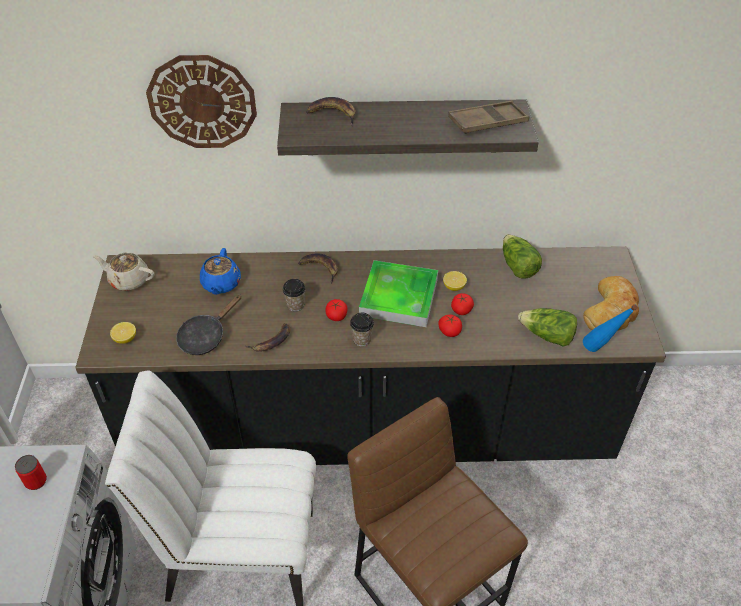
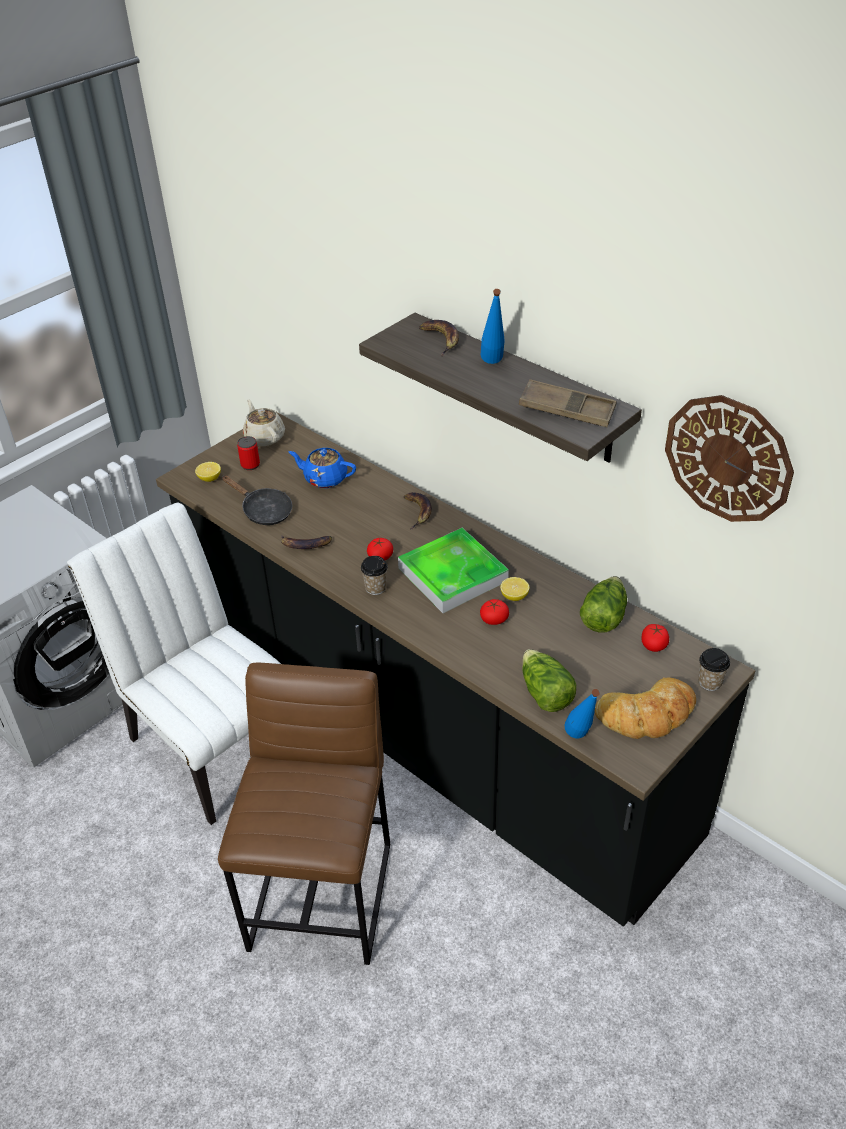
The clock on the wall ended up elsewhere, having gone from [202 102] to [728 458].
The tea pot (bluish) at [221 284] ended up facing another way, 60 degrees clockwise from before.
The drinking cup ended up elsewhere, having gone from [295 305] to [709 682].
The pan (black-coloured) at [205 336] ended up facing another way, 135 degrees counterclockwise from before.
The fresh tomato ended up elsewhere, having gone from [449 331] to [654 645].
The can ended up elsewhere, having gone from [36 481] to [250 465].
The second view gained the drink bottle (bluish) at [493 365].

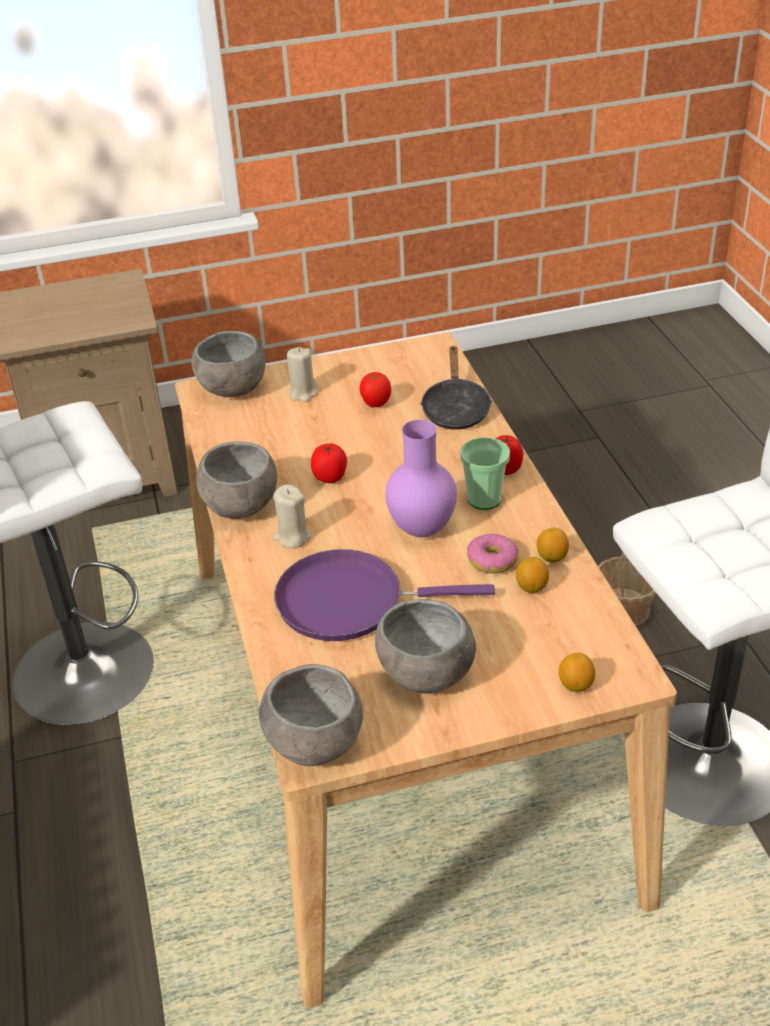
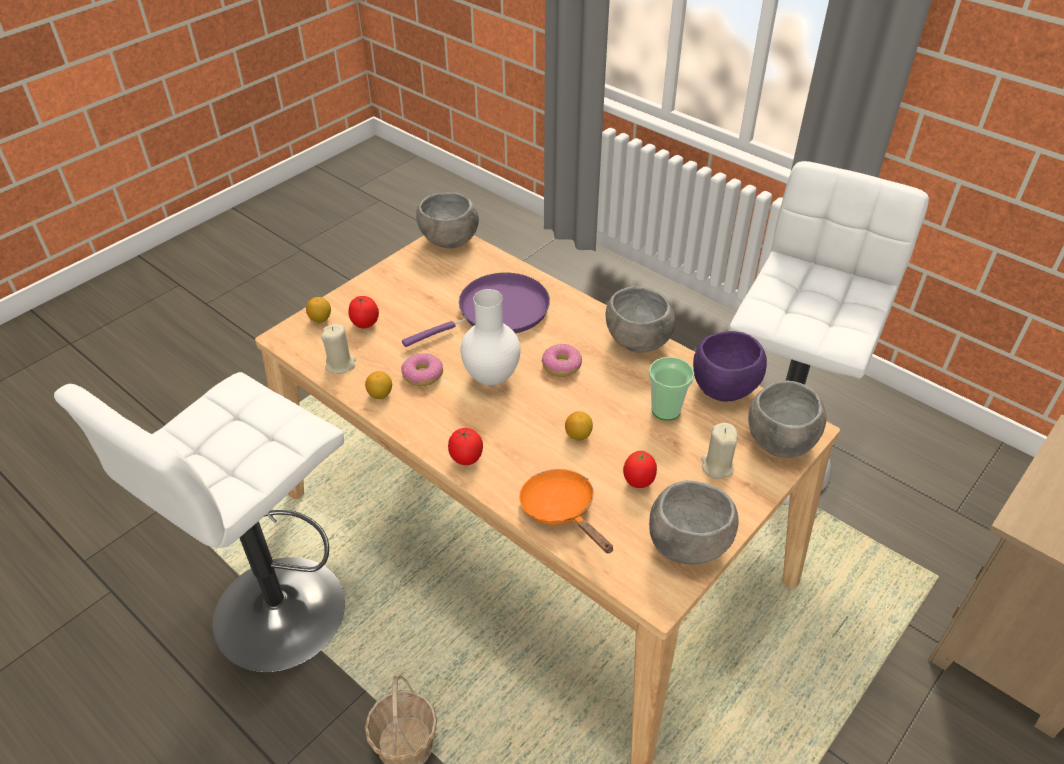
What was the pan (black-coloured) at [455 409] turned into the pan (orange-coloured) at [561 510].
What was the vase (purplish) at [422 528] turned into the vase (whitish) at [492 379].
The drinking cup ended up elsewhere, having gone from [484 499] to [666 410].
The fresh tomato ended up elsewhere, having gone from [330 477] to [365 324].
The candle (sand-coloured) ended up elsewhere, having gone from [292 537] to [340 364].
The whole lemon ended up elsewhere, having gone from [531 587] to [578 435].
The serving bowl (greyish) ended up elsewhere, having gone from [427 676] to [686 545].
The second view gained the serving bowl (purplish) at [723 389].
The second view gained the donut at [562 366].

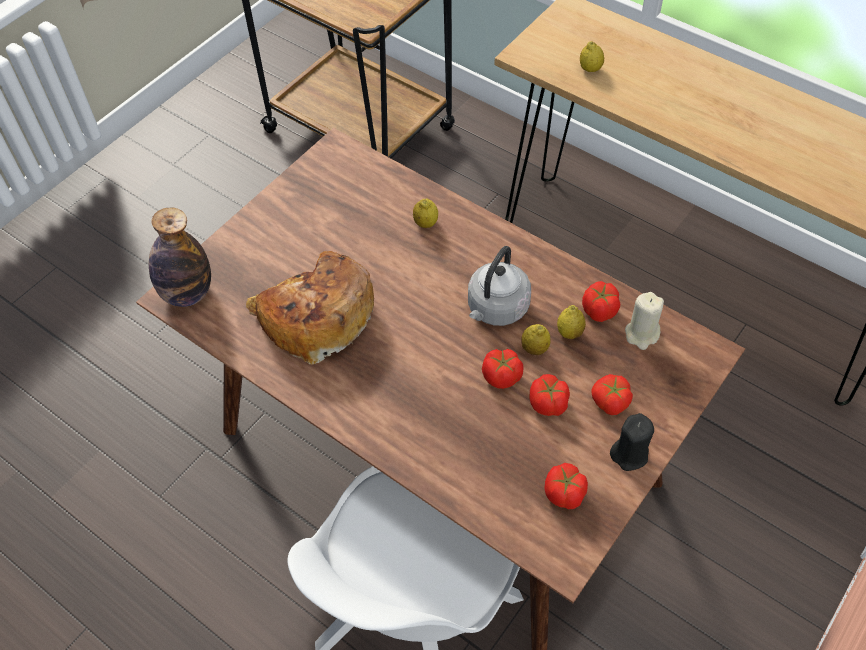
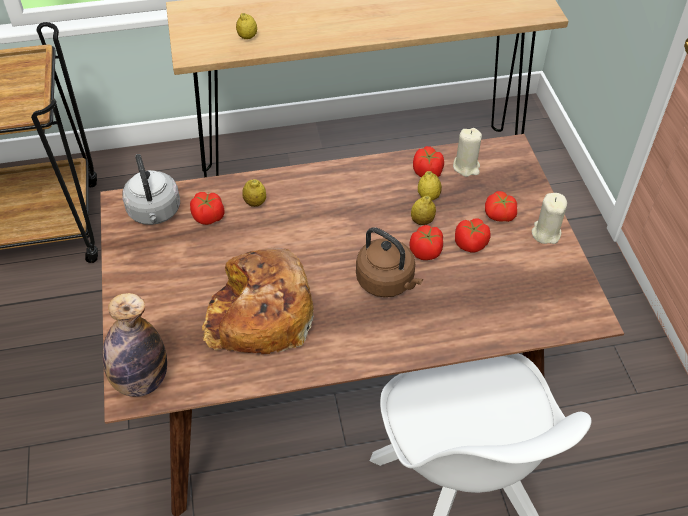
The kettle (greyish) ended up elsewhere, having gone from [496 309] to [155 213].
What was the candle (black-coloured) at [629 454] turned into the candle (sand-coloured) at [545 233].
The fresh tomato ended up elsewhere, having gone from [564 494] to [209 217].
The second view gained the kettle (brown) at [387 282].

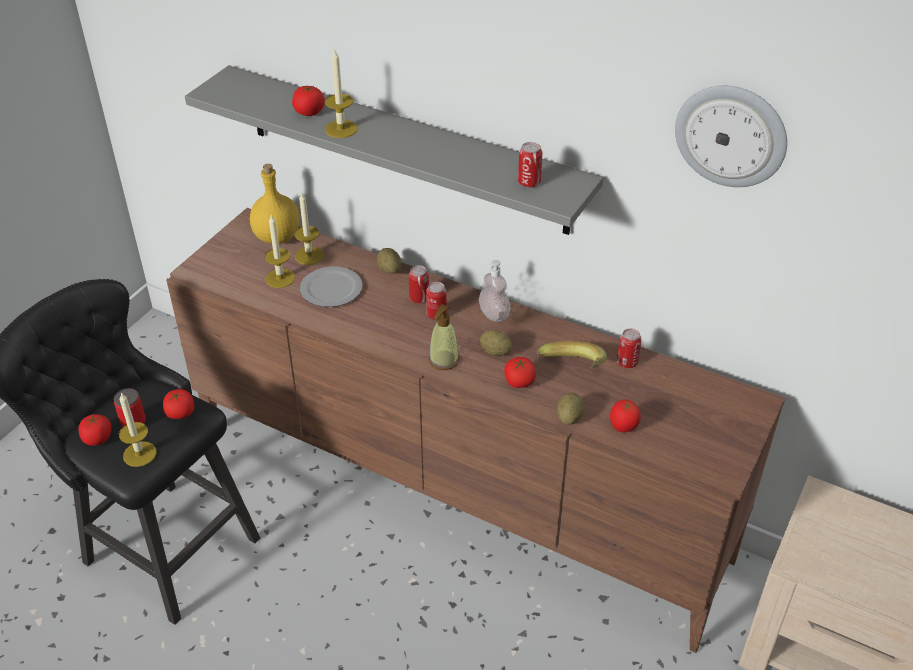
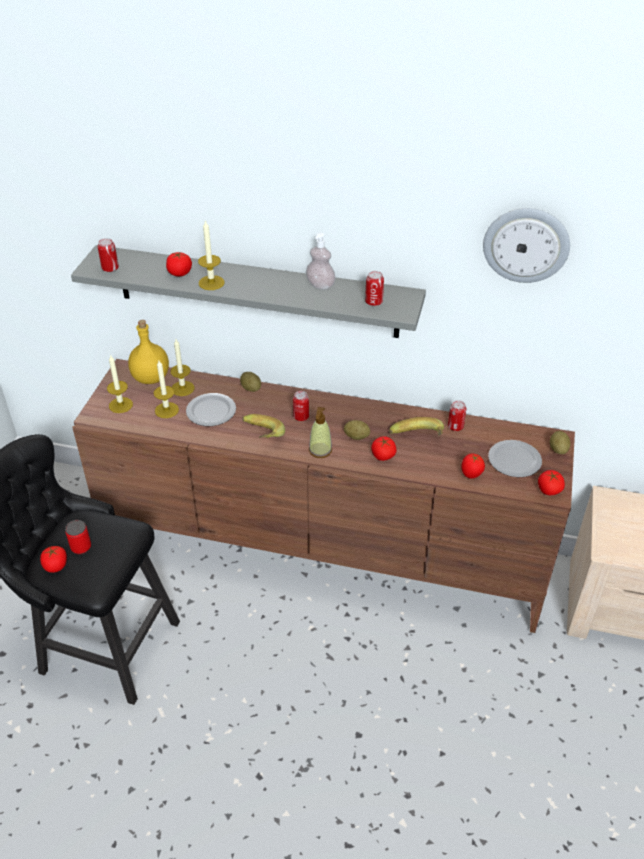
The liquid soap bottle ended up elsewhere, having gone from [494 315] to [320 285].
The can ended up elsewhere, having gone from [419 298] to [110 268].
The fresh tomato ended up elsewhere, having gone from [180 413] to [549 490].
The candle ended up elsewhere, having gone from [139 454] to [120 405].
The potato ended up elsewhere, having gone from [569 417] to [558 449].
The second view gained the banana at [260 438].
The second view gained the dinner plate at [513 460].

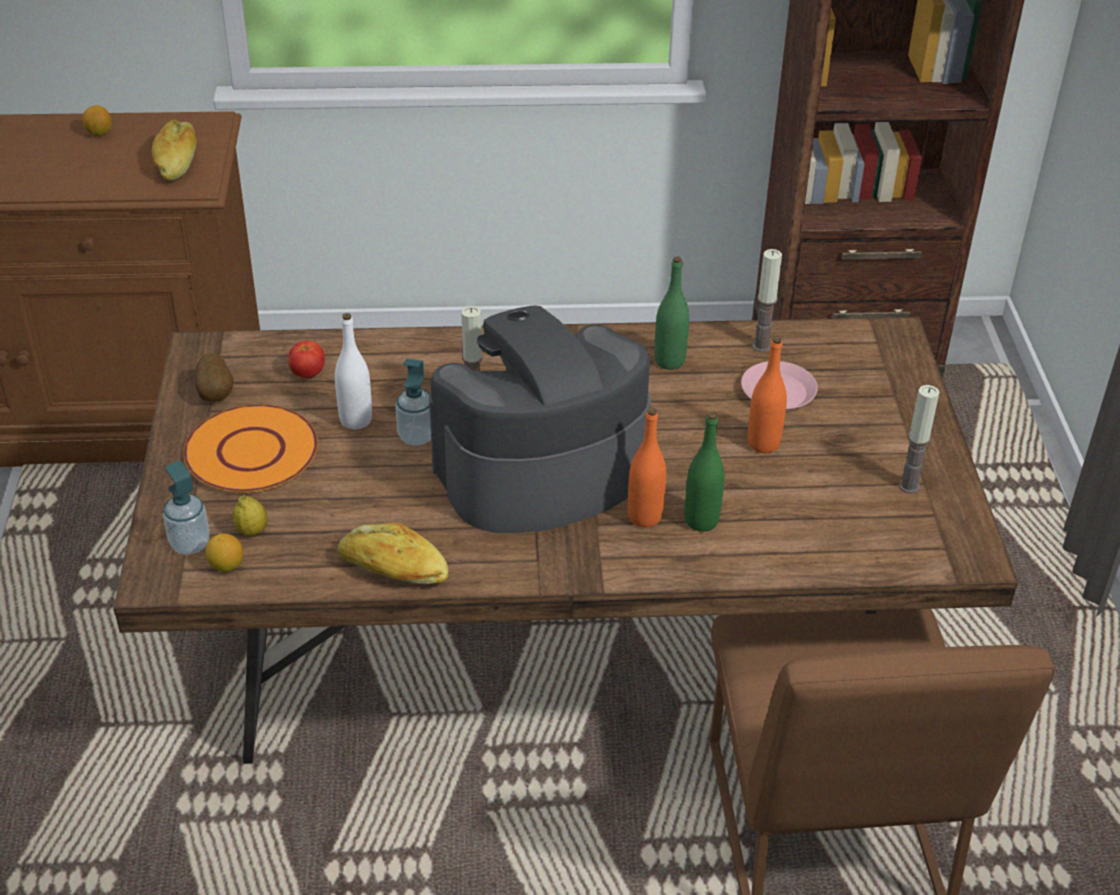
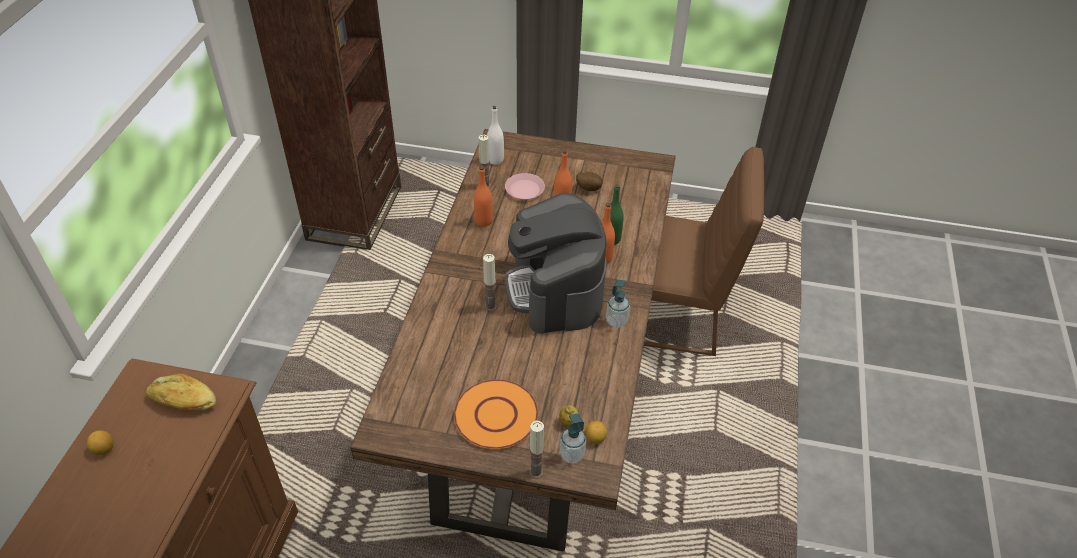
What was the drink bottle (green-coloured) at [669 361] turned into the drink bottle (orange-coloured) at [483 221].
The drink bottle (whitish) ended up elsewhere, having gone from [356 420] to [495 160].
The second view lost the fresh tomato at [308 373].
The potato ended up elsewhere, having gone from [216 394] to [588 188].
The liquid soap bottle ended up elsewhere, having gone from [416 436] to [616 321].
The candle ended up elsewhere, having gone from [909 486] to [536 472].
The second view lost the bakery bread at [393 569].

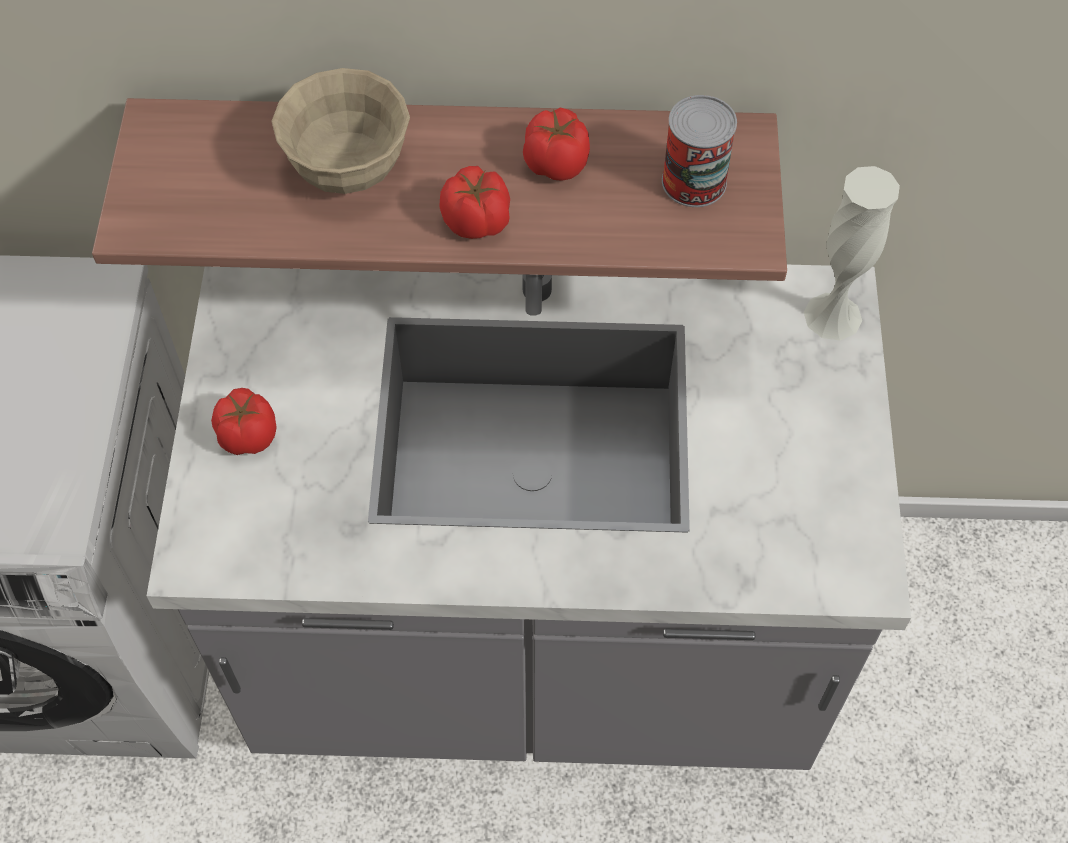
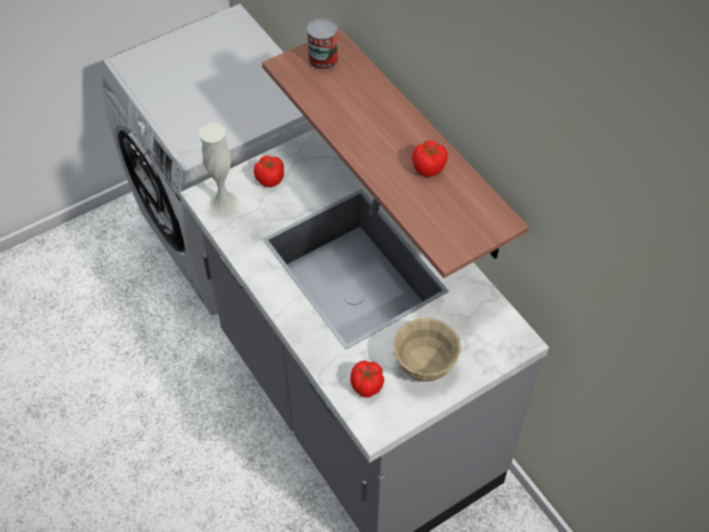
The serving bowl (sand-coloured) ended up elsewhere, having gone from [349 169] to [425 365].
The can ended up elsewhere, having gone from [694 182] to [323 59].
The fresh tomato ended up elsewhere, having gone from [478 222] to [366 386].
The vase (whitish) ended up elsewhere, having gone from [832 316] to [223 202].

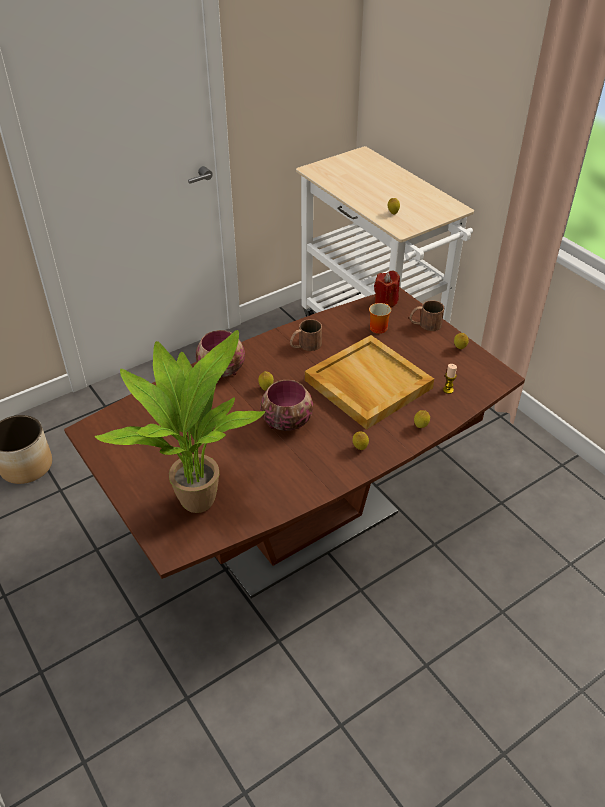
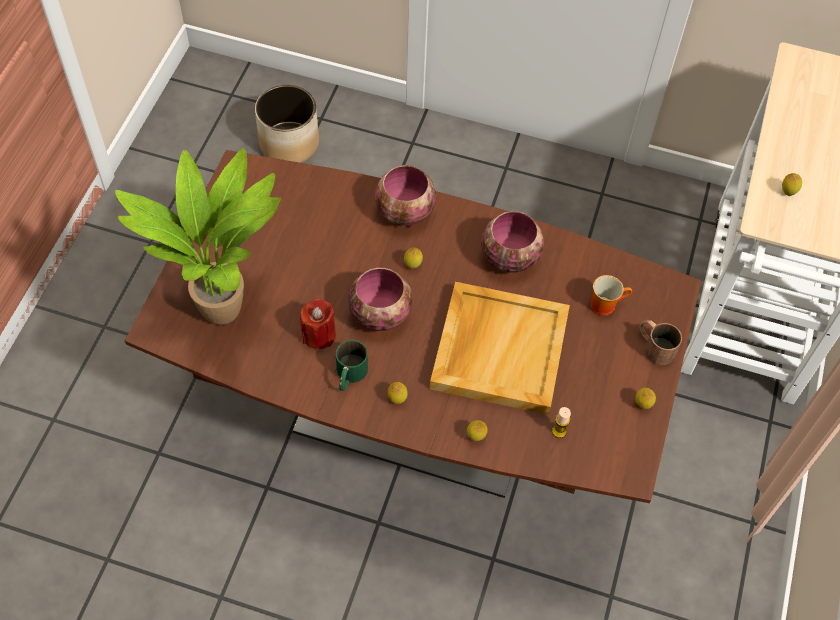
The candle (red) ended up elsewhere, having gone from [386 301] to [319 334].
Where the tea mug (brown) stood at [305 345], the serving bowl came to stand at [509 256].
The second view gained the tea mug (green-coloured) at [349 375].

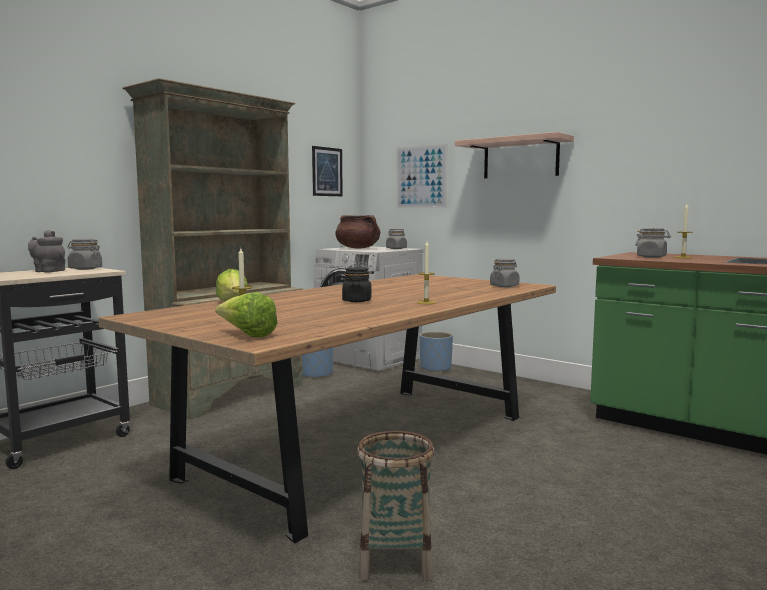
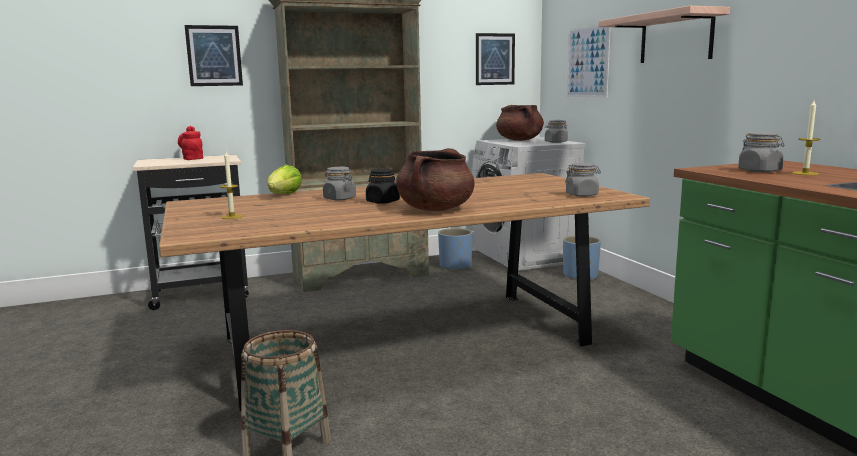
What was the tea pot (greyish) at [48 271] turned into the tea pot (red) at [192 159].
The jar (greyish) ended up elsewhere, having gone from [85 269] to [339 199].
Where the candle stood at [426 302], the cooking pot (brown) came to stand at [436 209].
The second view lost the lettuce head at [247 335].
The second view gained the wall picture at [214 56].

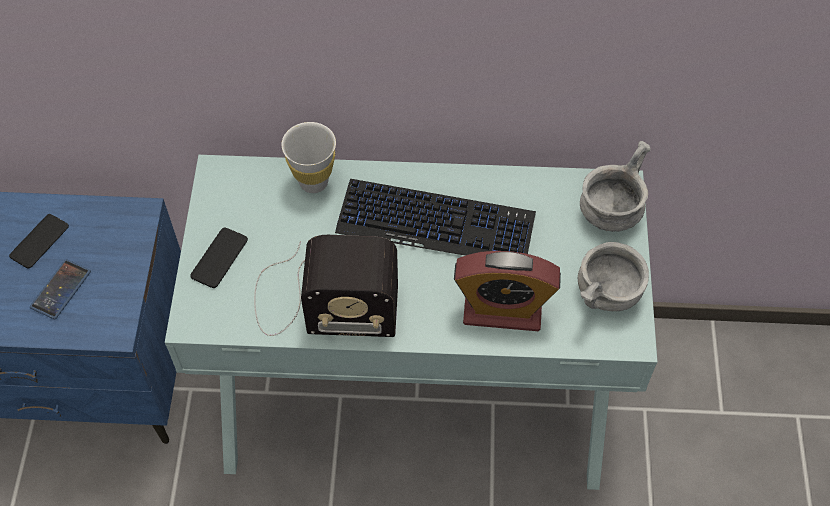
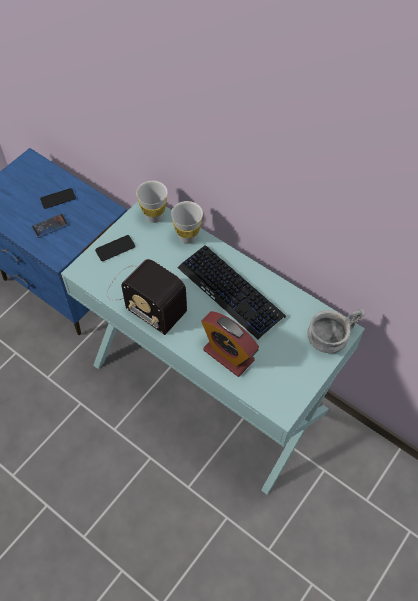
The second view lost the serving bowl (greyish) at [607 294].
The second view gained the drinking cup (whitish) at [154 216].

